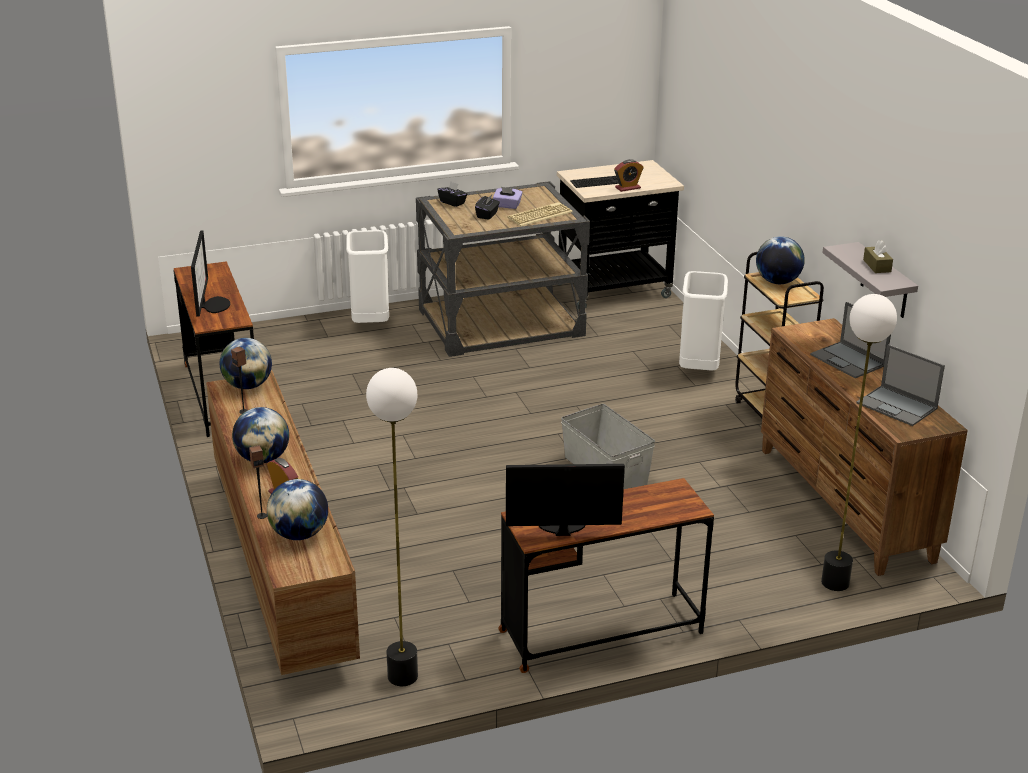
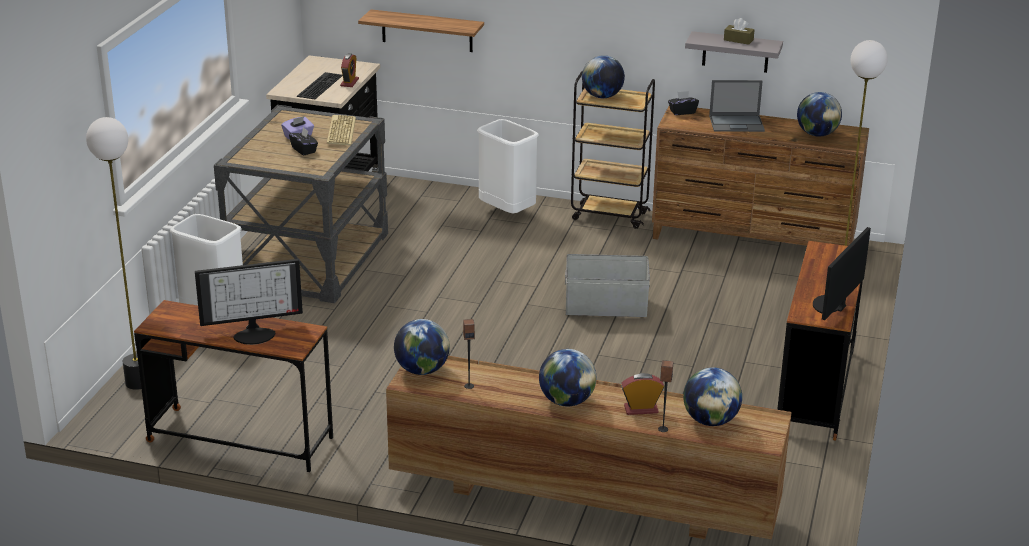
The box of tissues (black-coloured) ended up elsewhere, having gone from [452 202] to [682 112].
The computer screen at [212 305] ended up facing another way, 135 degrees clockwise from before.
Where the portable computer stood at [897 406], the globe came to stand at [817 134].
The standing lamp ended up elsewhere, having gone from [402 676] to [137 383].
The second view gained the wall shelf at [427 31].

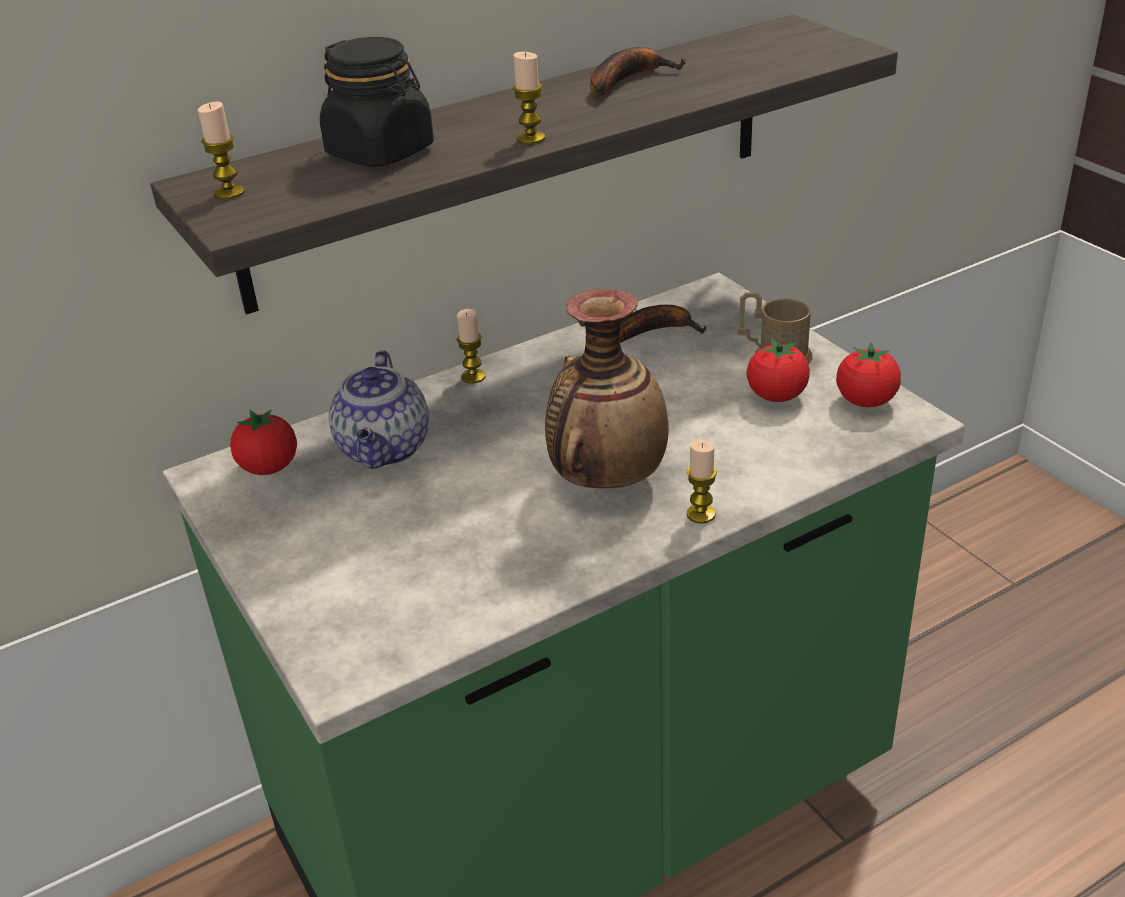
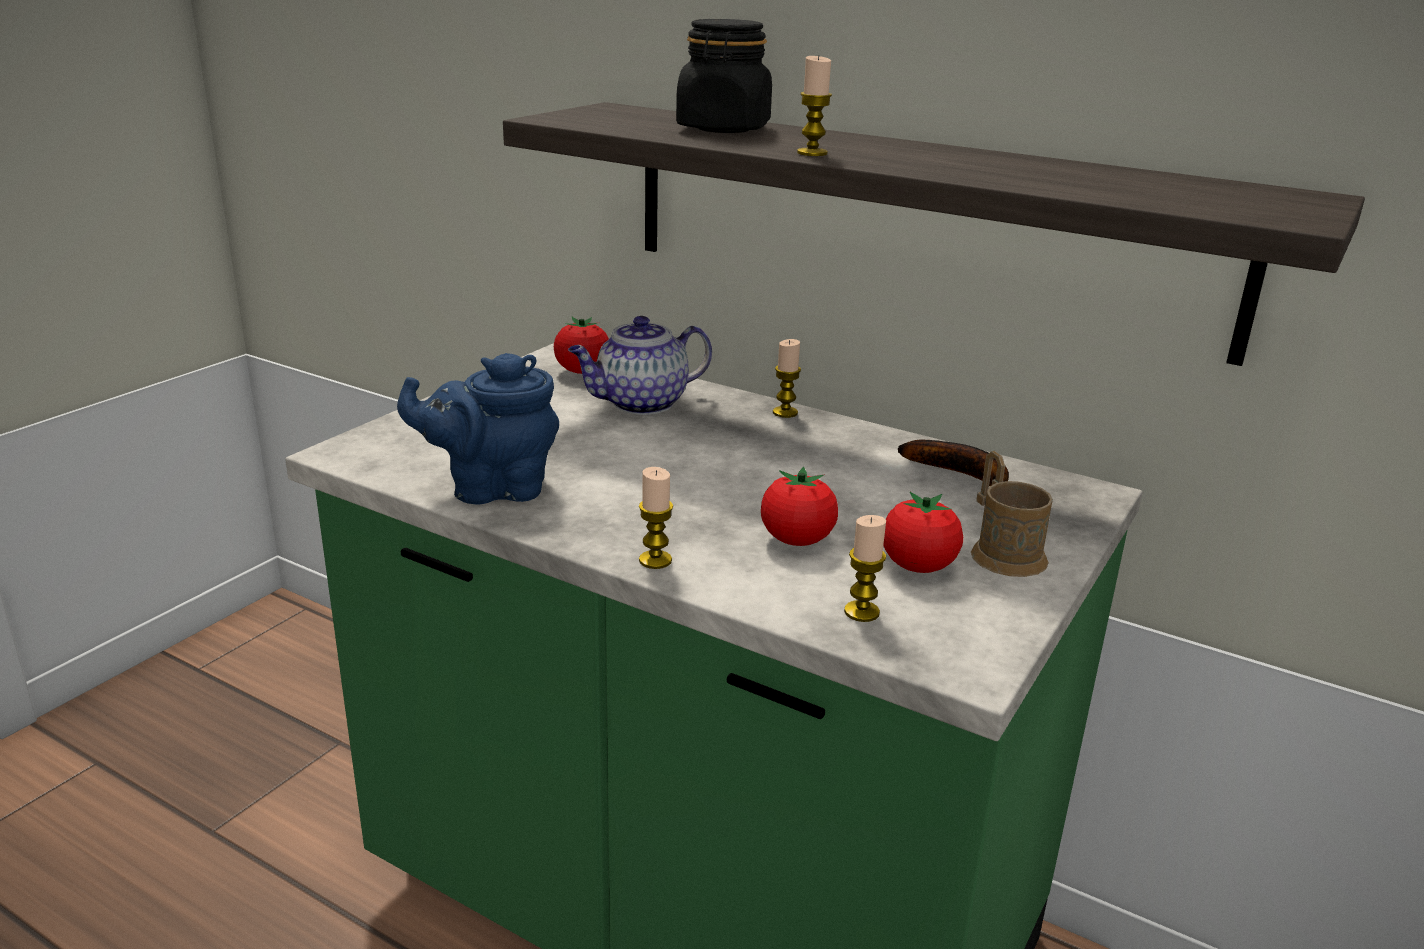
The second view lost the banana at [627 80].
The candle ended up elsewhere, having gone from [229 193] to [861 612].
The second view lost the vase at [607 478].
The fresh tomato ended up elsewhere, having gone from [865 401] to [797 540].
The second view gained the tea pot (bluish) at [492 488].

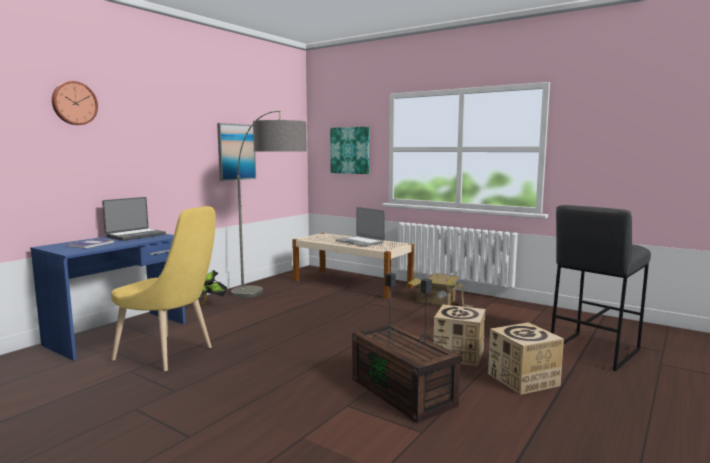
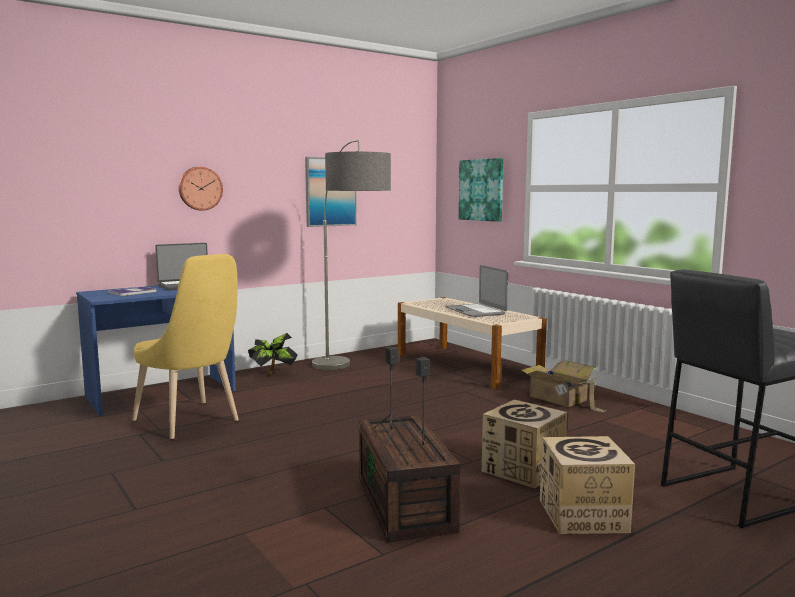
The clock on the wall ended up elsewhere, having gone from [74 103] to [200 188].

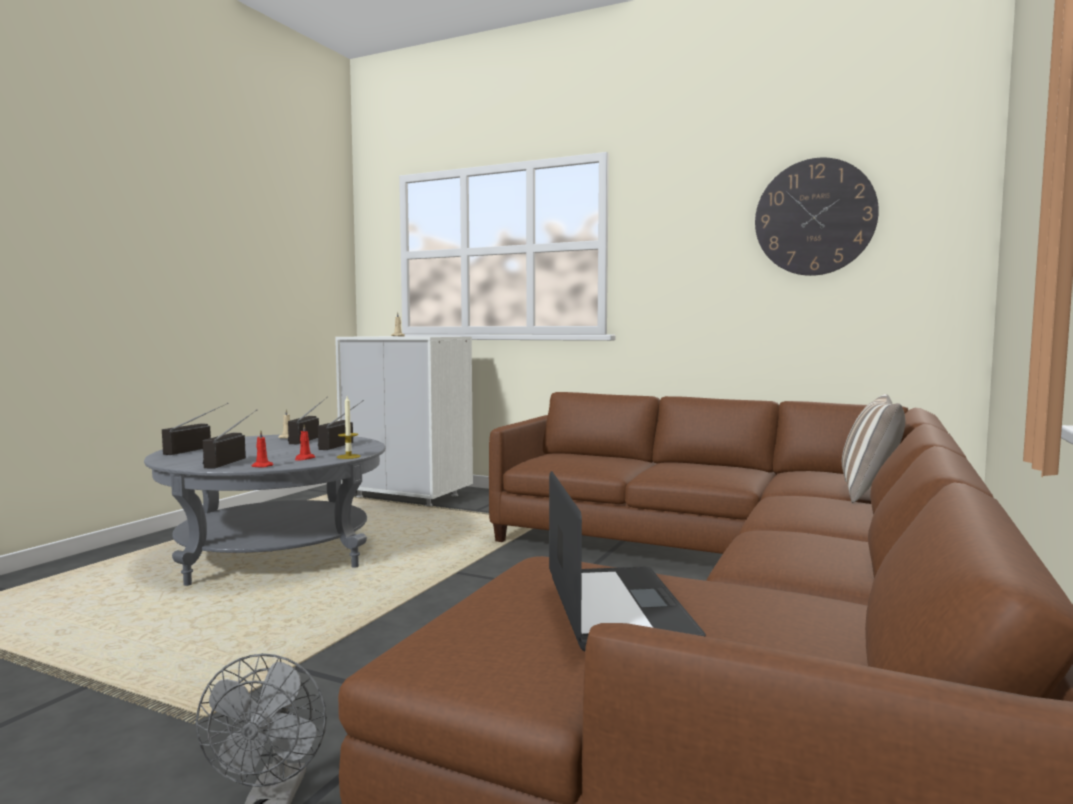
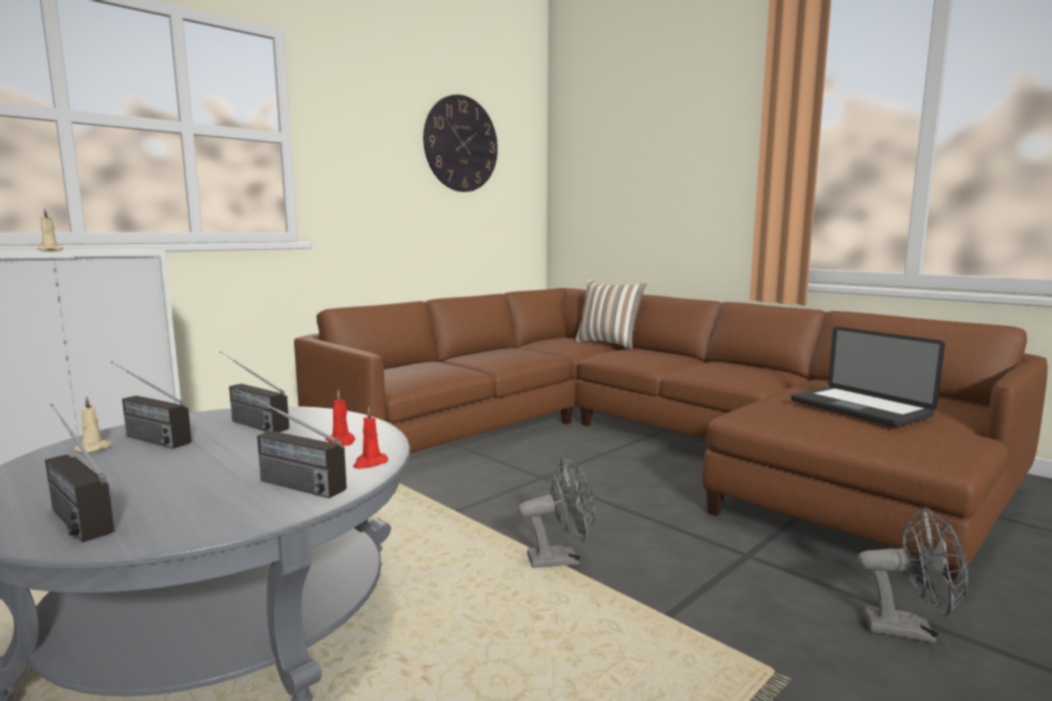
The second view lost the candle at [348 456].
The portable computer at [617 609] ended up facing another way, 135 degrees counterclockwise from before.
The second view gained the cooling fan (greyish) at [561 559].

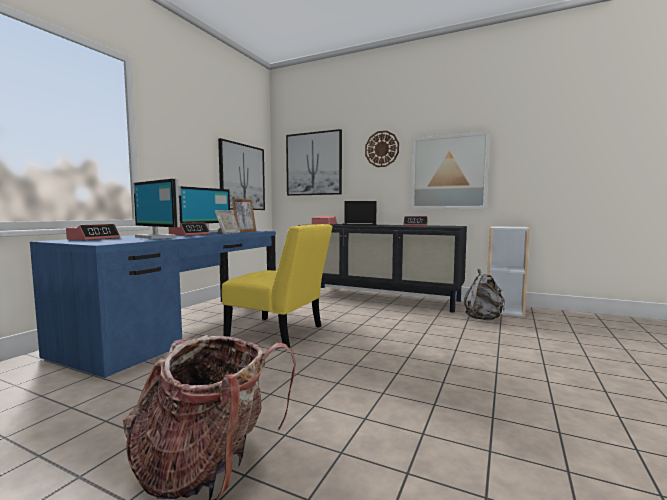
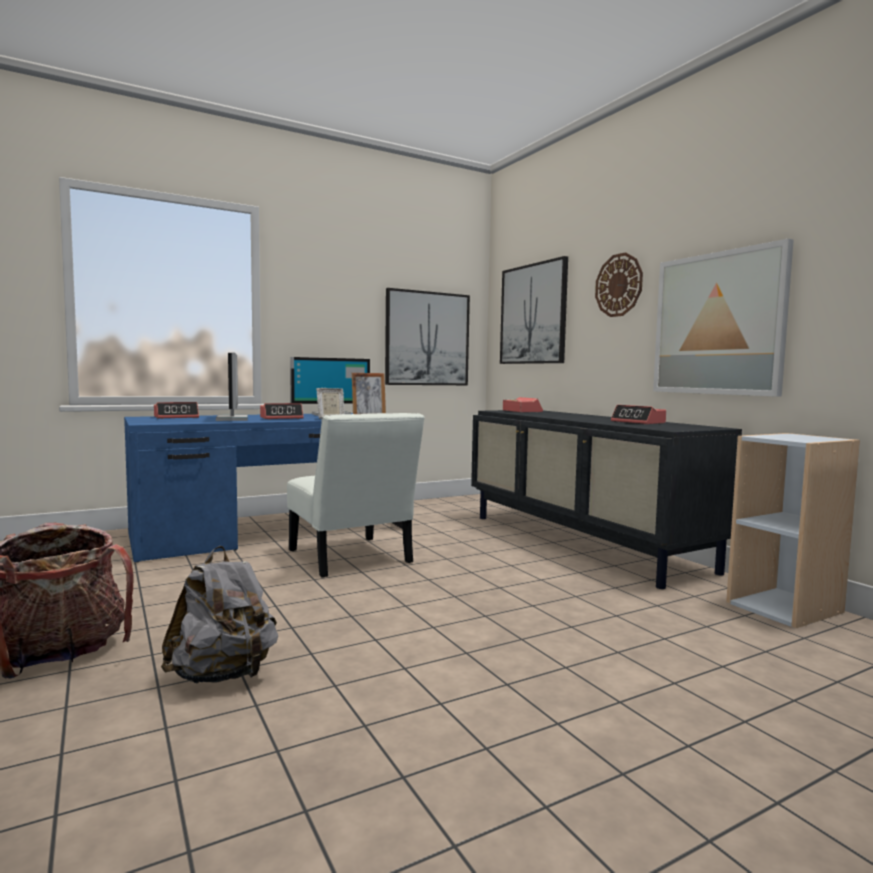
The second view lost the portable computer at [360 224].
What was the upright chair (yellow) at [279 333] turned into the upright chair (whitish) at [351 559].
The backpack (greyish) ended up elsewhere, having gone from [483 319] to [223 675].

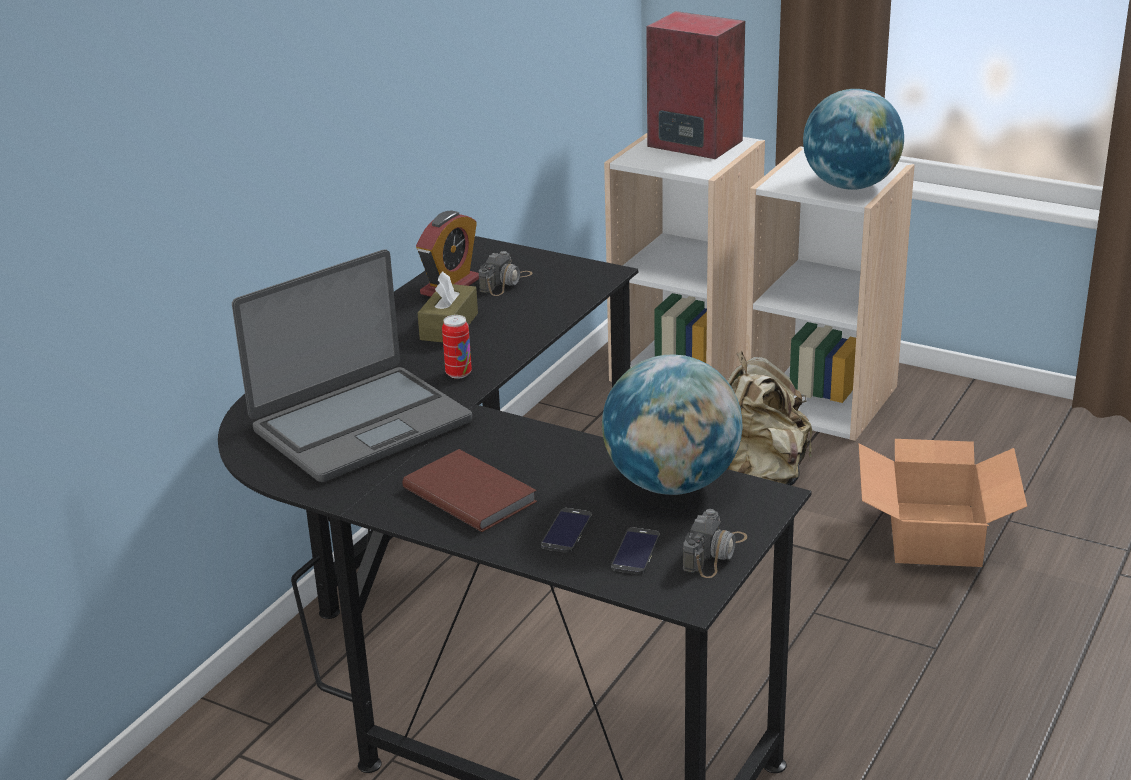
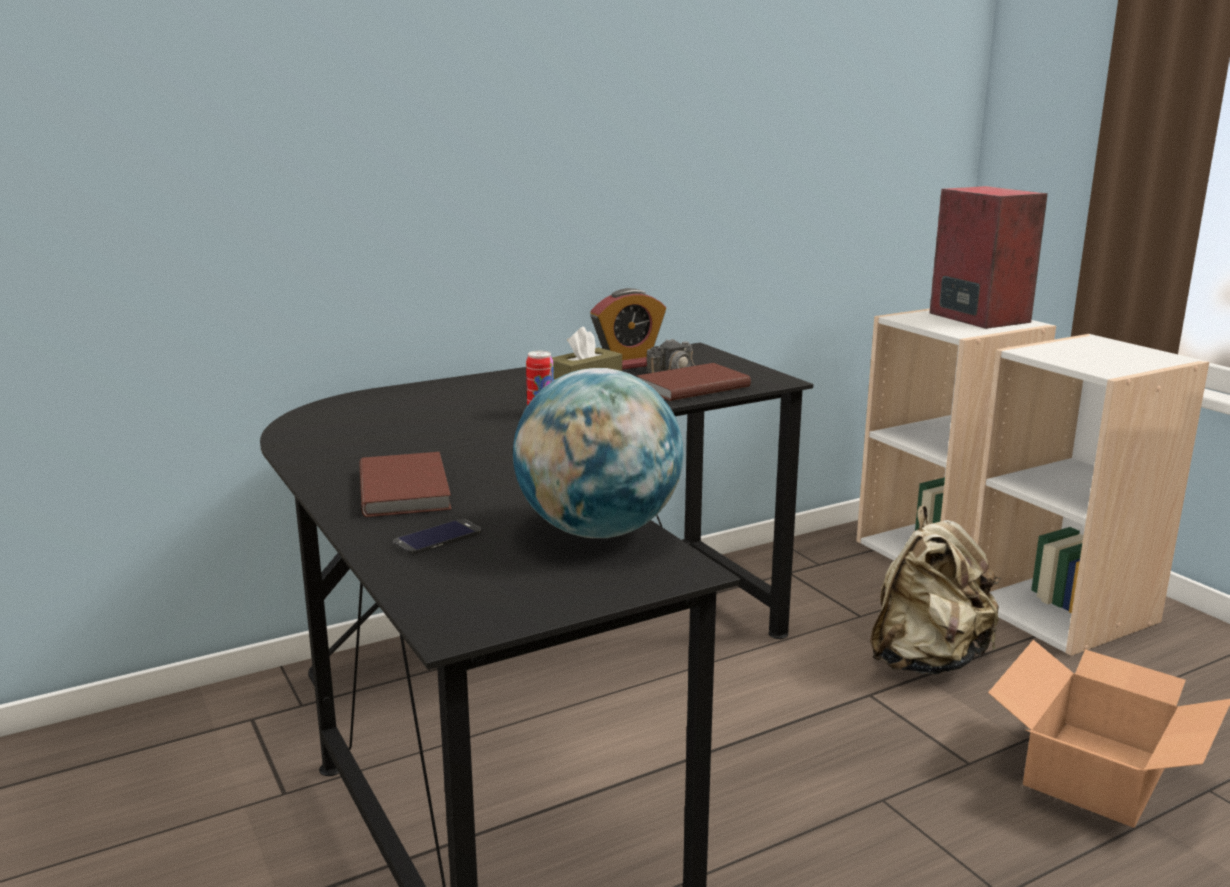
The second view lost the globe at [850 186].
The second view lost the portable computer at [360 425].
The second view lost the photo camera at [715 552].
The second view lost the handset at [636 551].
The second view gained the bound book (brown) at [690 386].

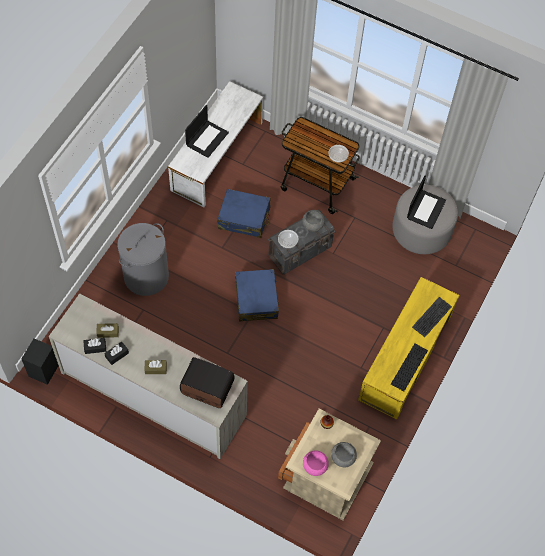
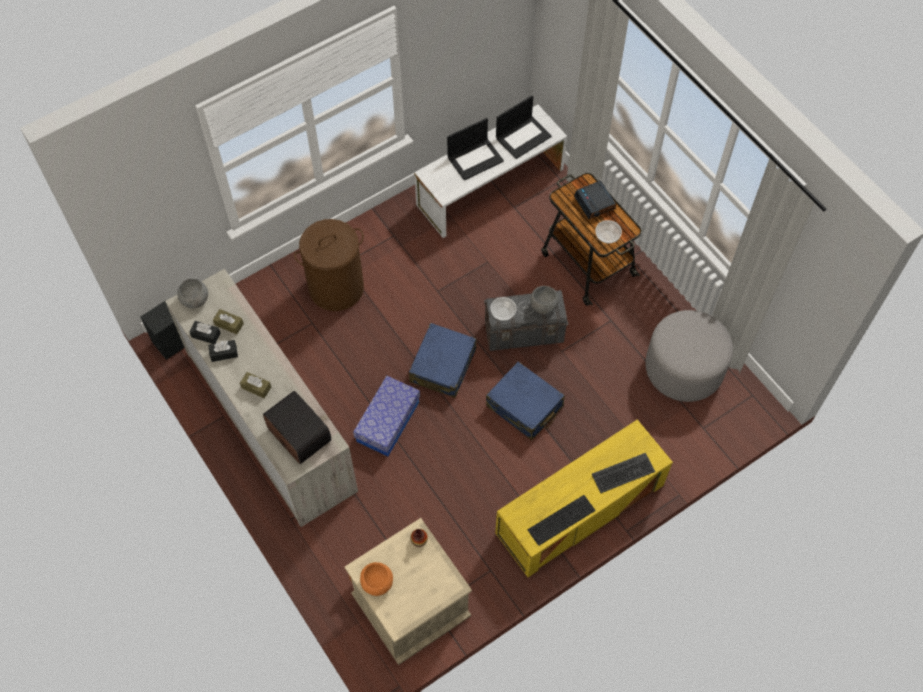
The portable computer ended up elsewhere, having gone from [426 208] to [523 136].
The piece of luggage (bluish) ended up elsewhere, having gone from [244 218] to [524 406].
What was the laundry basket (greyish) at [146 276] turned into the laundry basket (brown) at [336 287].
The serving bowl (greyish) ended up elsewhere, having gone from [343 457] to [195 299].
What was the serving bowl (pinkish) at [315 466] turned into the serving bowl (orange-coloured) at [377 582].
The second view gained the bedside clock at [595 203].
The second view gained the storage container at [388 422].

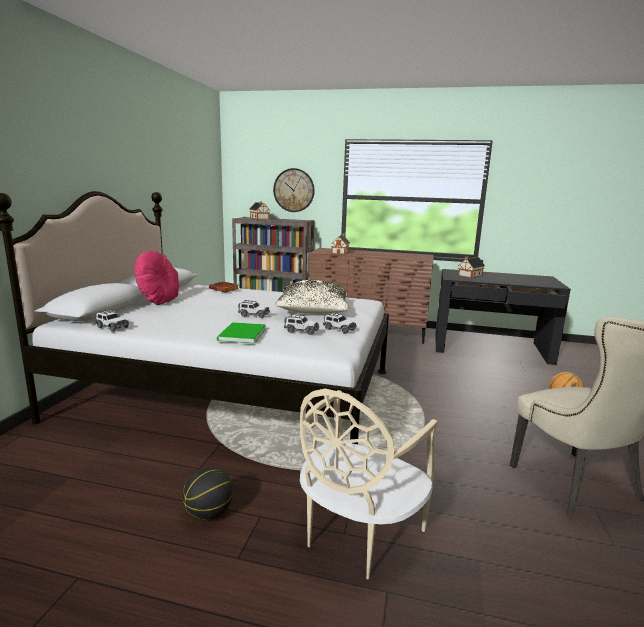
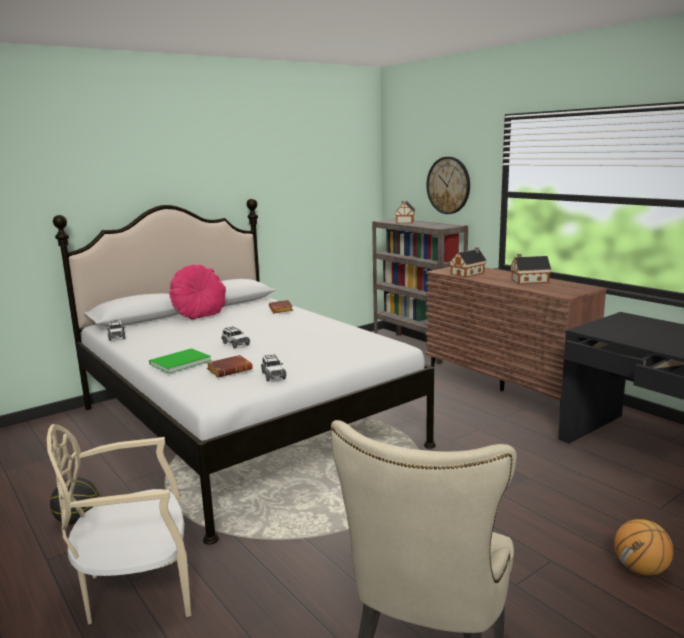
The miniature house ended up elsewhere, having gone from [469 275] to [528 281].
The second view lost the cushion (sand-coloured) at [313 309].
Where the model car stood at [301 331], the bound book (brown) came to stand at [230 369].

